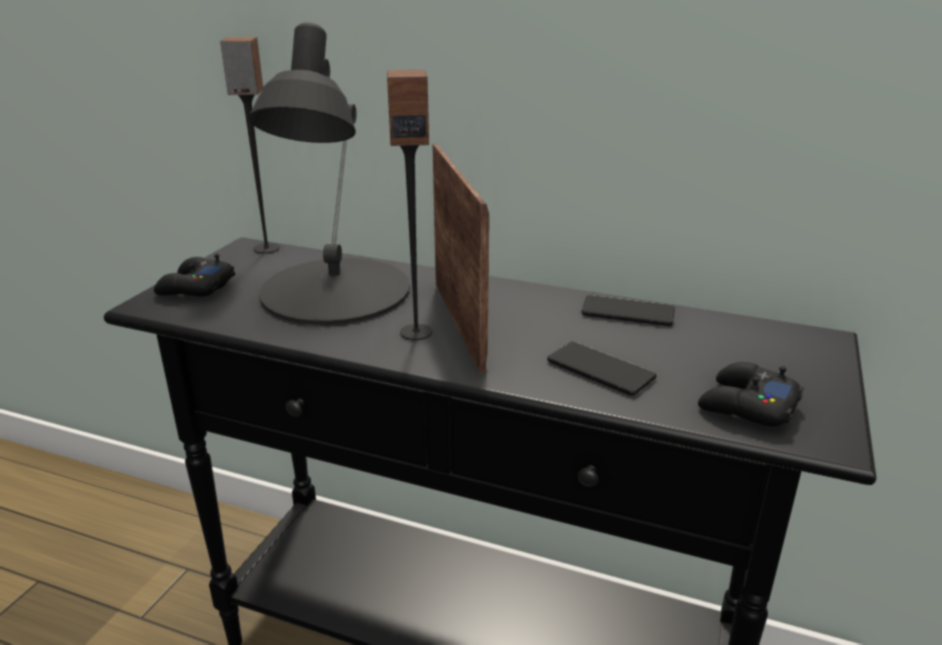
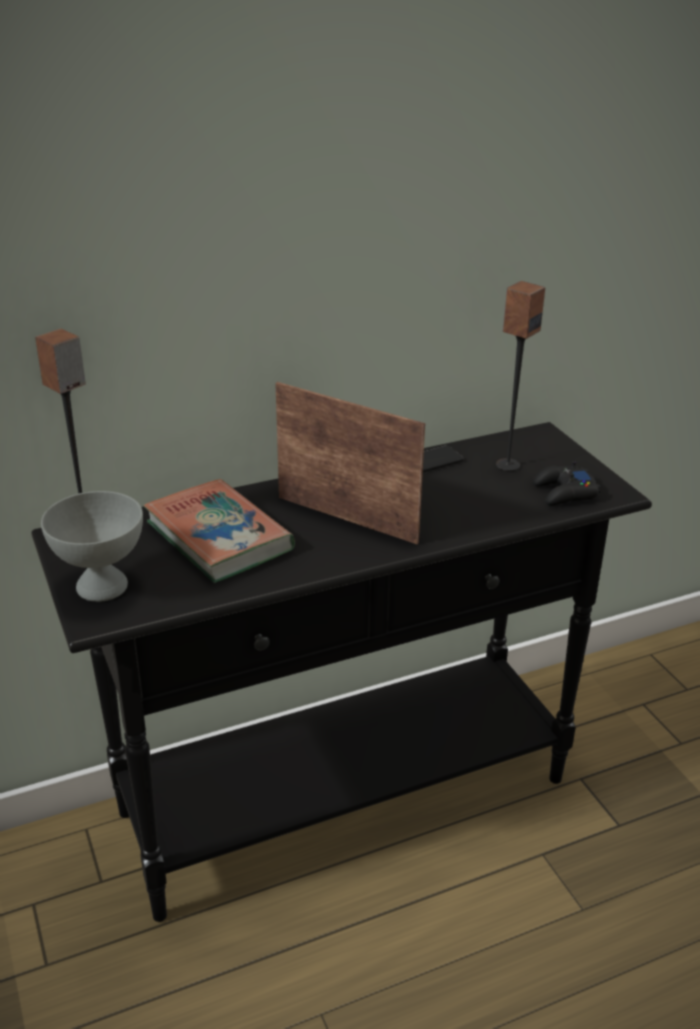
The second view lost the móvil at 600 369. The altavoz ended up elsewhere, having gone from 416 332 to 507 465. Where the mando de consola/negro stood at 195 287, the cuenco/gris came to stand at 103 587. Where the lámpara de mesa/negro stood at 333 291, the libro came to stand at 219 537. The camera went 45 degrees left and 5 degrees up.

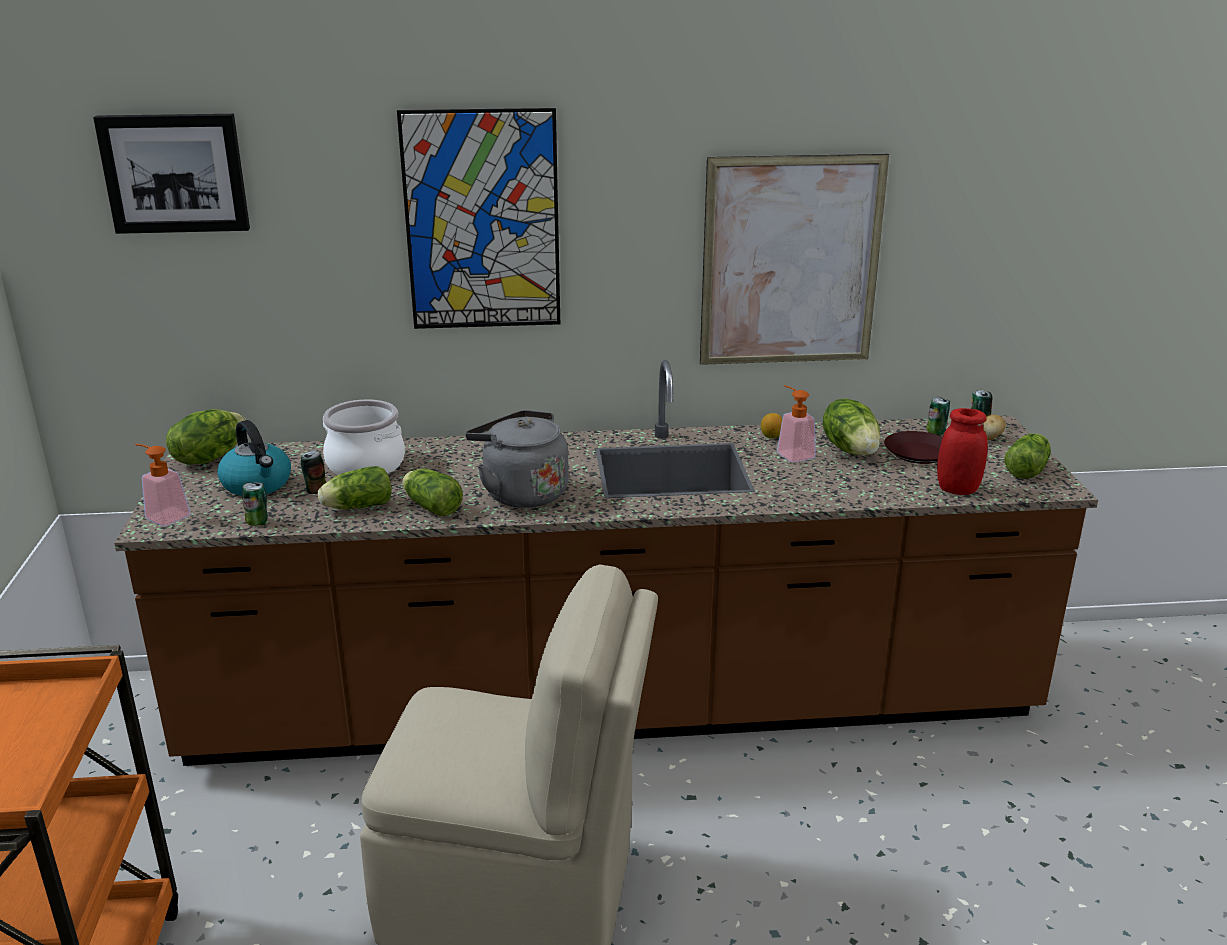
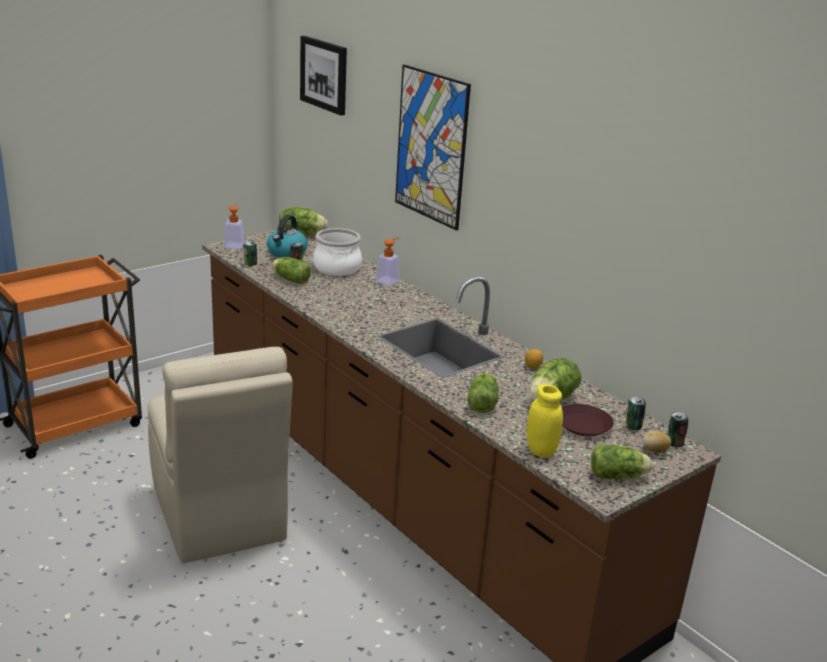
The second view lost the hervidor/gris at 521 493. The second view lost the cuadro at 790 262. The lechuga ended up elsewhere, having gone from 430 506 to 482 402. The dispensador de jabón ended up elsewhere, having gone from 792 453 to 389 280. What was the tarro/rojo at 957 489 turned into the tarro/amarillo at 540 450. The camera went 55 degrees right and 0 degrees up.

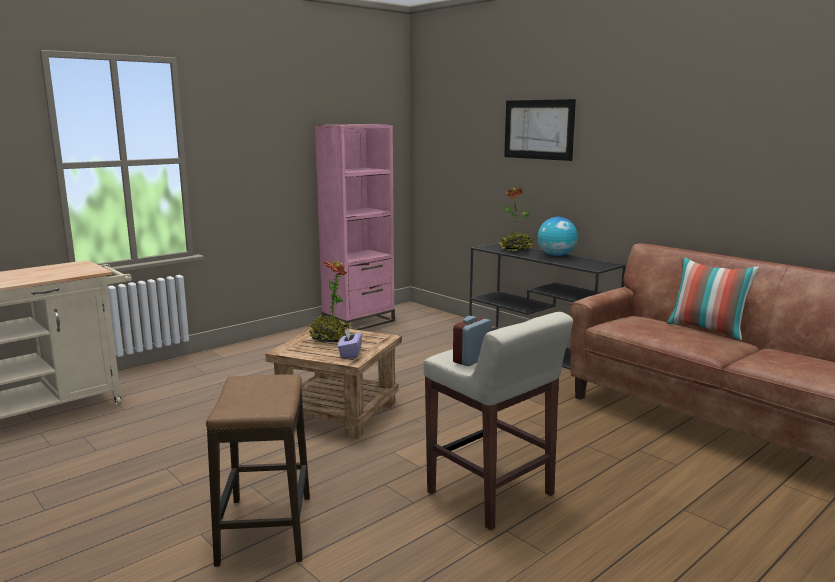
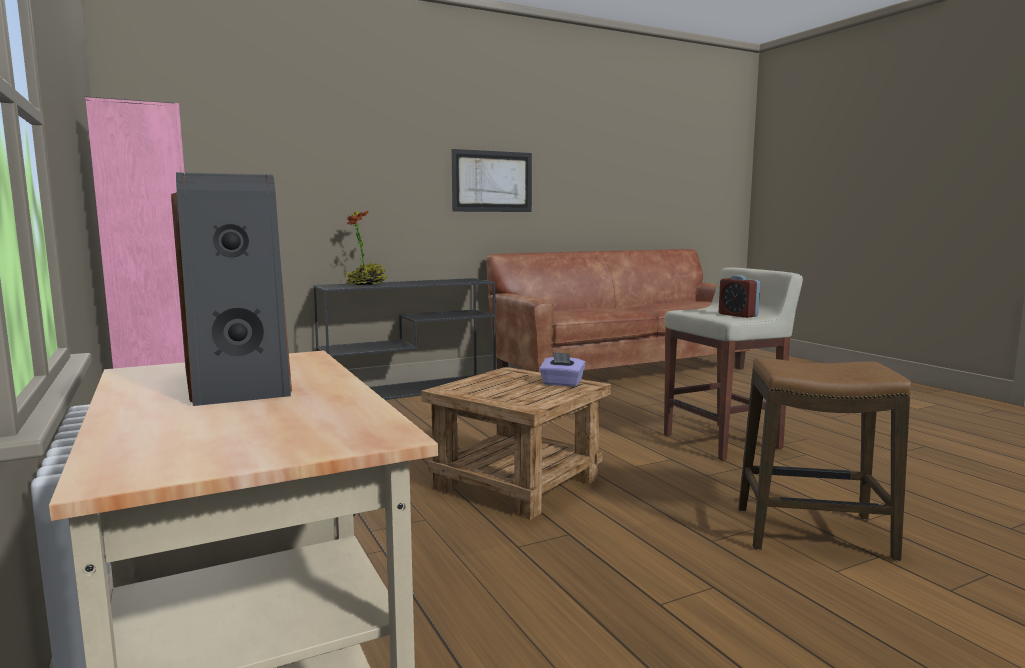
The second view lost the planta en maceta at 330 339. The second view lost the globo terráqueo at 556 255. The second view lost the cojín at 707 330. The second view gained the altavoz at 239 381. The cuadro ended up elsewhere, having gone from 538 129 to 492 181. The camera went 75 degrees left and 5 degrees down.

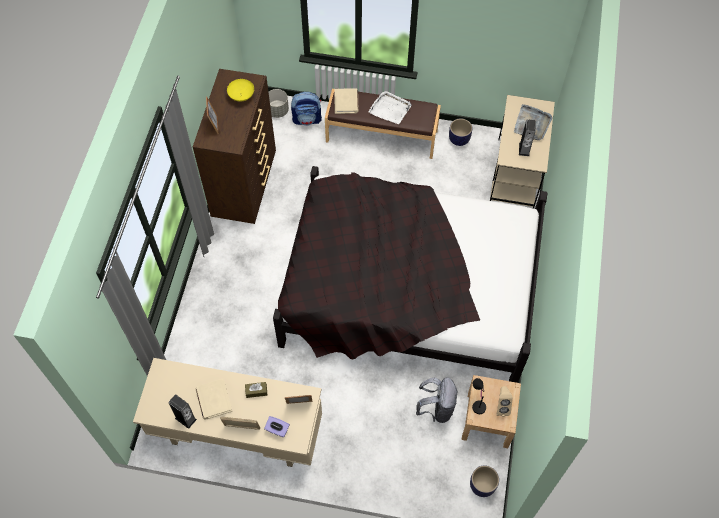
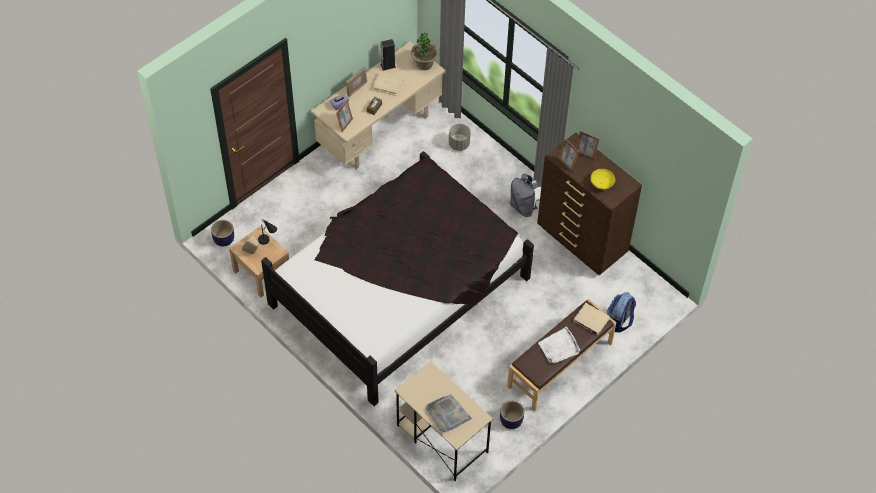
The second view lost the altavoz at 524 149. The second view gained the planta en maceta at 424 64. The second view gained the portarretratos at 567 163. The maceta/gris ended up elsewhere, having gone from 277 111 to 459 144. The mochila/gris ended up elsewhere, having gone from 436 408 to 524 207. The camera went 125 degrees right and 5 degrees down.

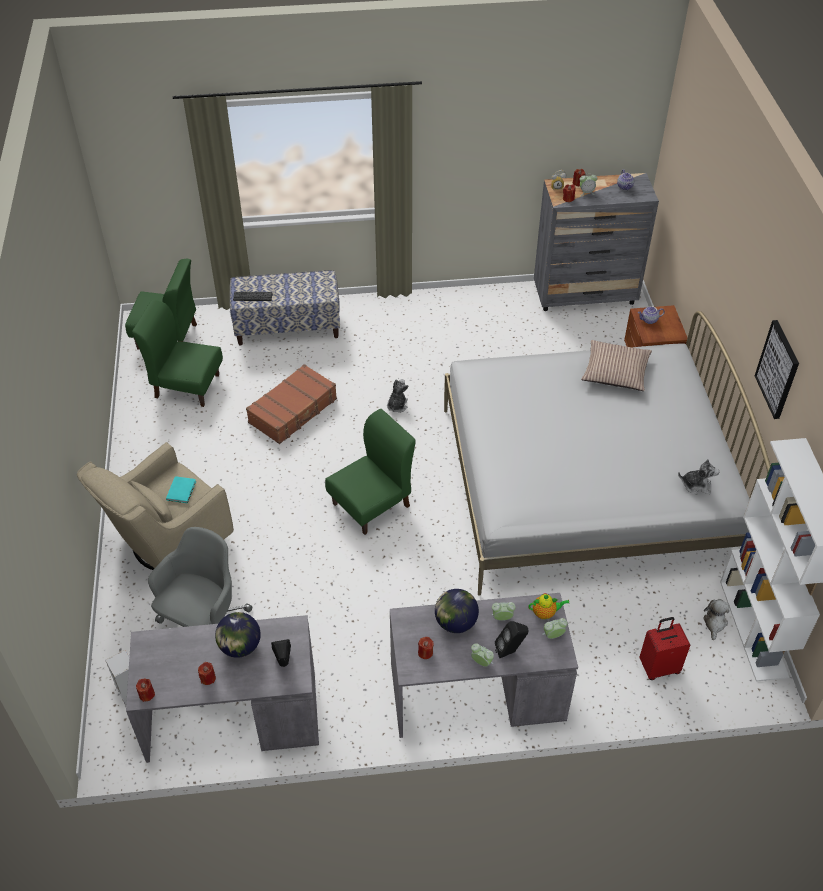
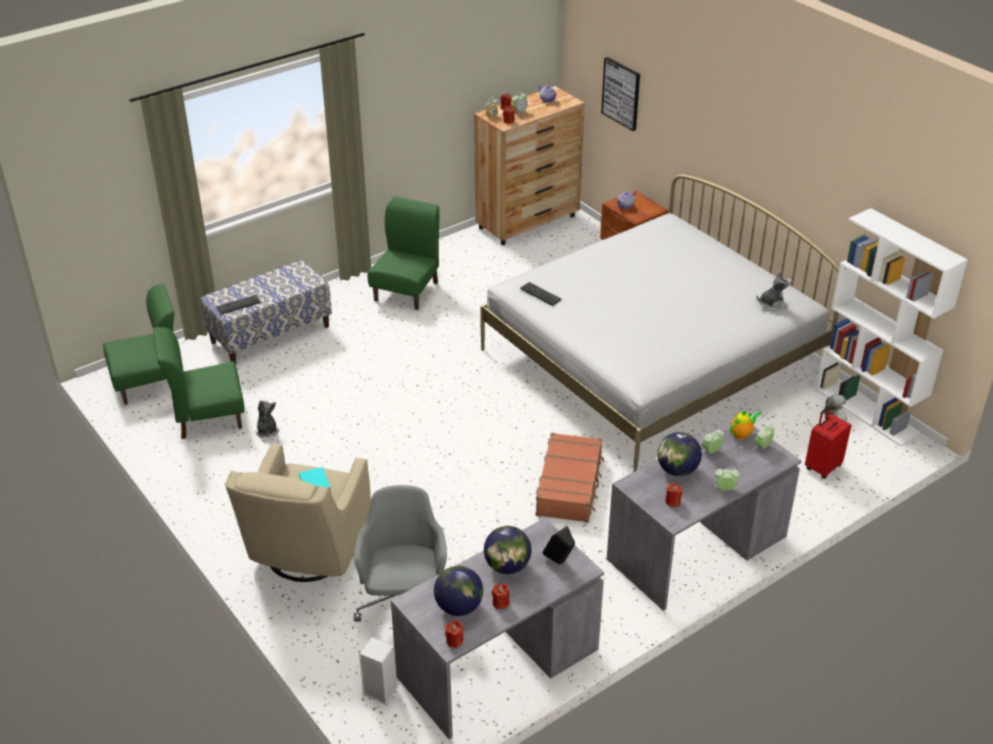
The second view lost the altavoz/negro at 510 651. The second view lost the cojín at 615 372. The second view gained the globo terráqueo at 459 607. The second view gained the teclado at 540 294. The maleta/marrón ended up elsewhere, having gone from 293 411 to 569 486. The silla/verde ended up elsewhere, having gone from 372 505 to 407 291. The peluche ended up elsewhere, having gone from 397 405 to 267 431. The cuadro ended up elsewhere, having gone from 778 369 to 621 93. What was the cómoda/gris at 585 295 turned into the cómoda/marrón at 528 222. The camera went 30 degrees left and 10 degrees down.

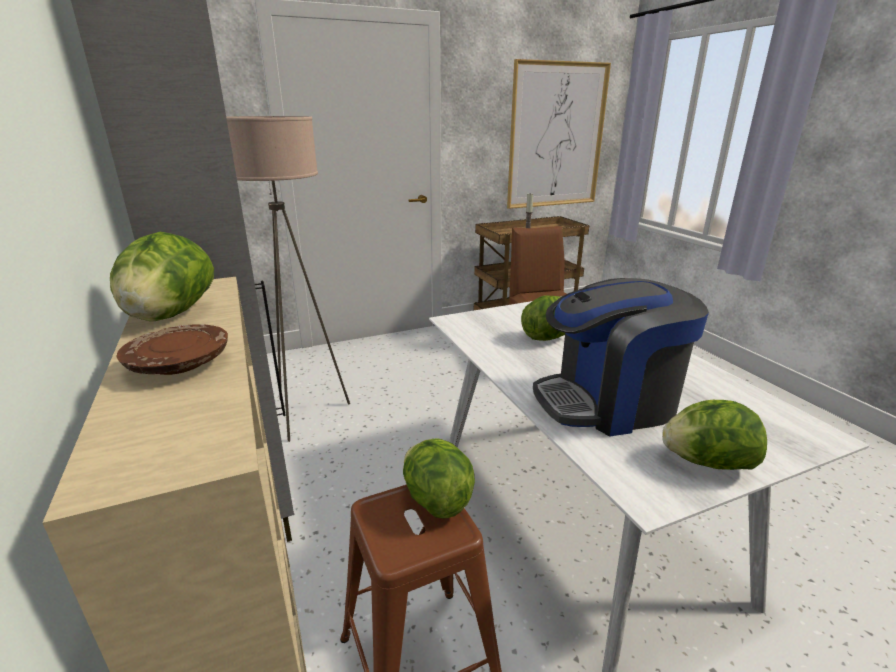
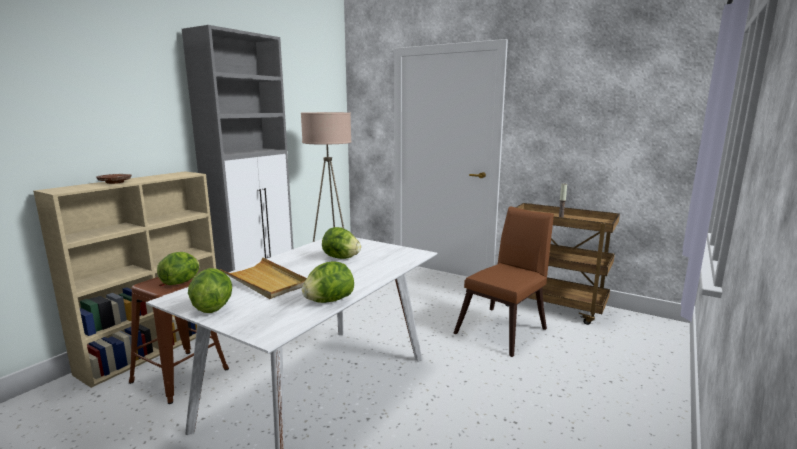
The second view lost the cuadro at 556 136. The lechuga ended up elsewhere, having gone from 170 315 to 329 301. Where the cafetera stood at 608 402, the bandeja/beis came to stand at 265 281. The camera went 55 degrees right and 10 degrees down.

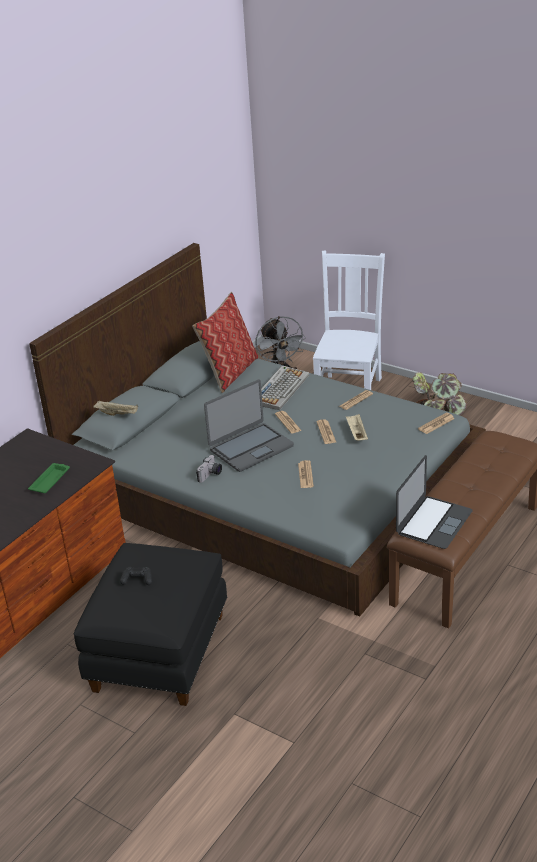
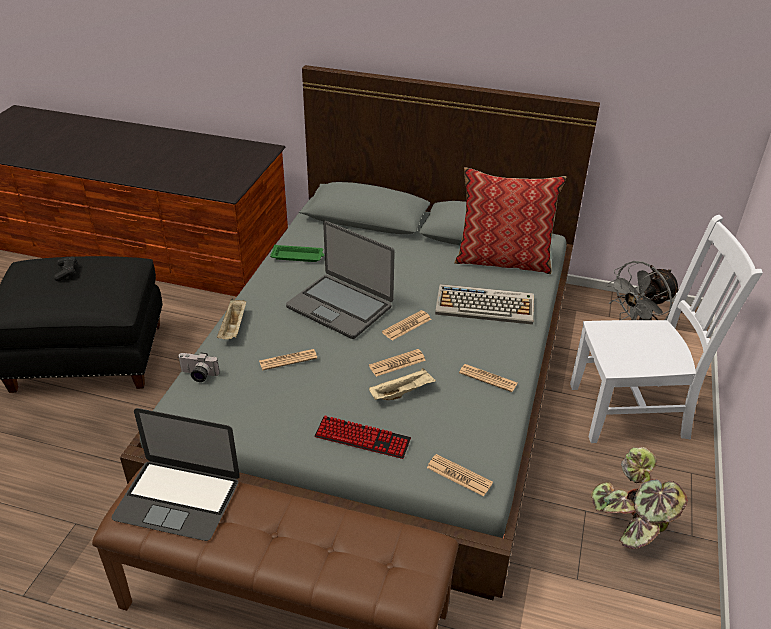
The second view gained the teclado at 362 438. The bandeja/verde ended up elsewhere, having gone from 50 480 to 298 256. The bandeja/beis ended up elsewhere, having gone from 118 414 to 233 328. The cámara ended up elsewhere, having gone from 211 475 to 198 375. The camera went 70 degrees right and 5 degrees up.

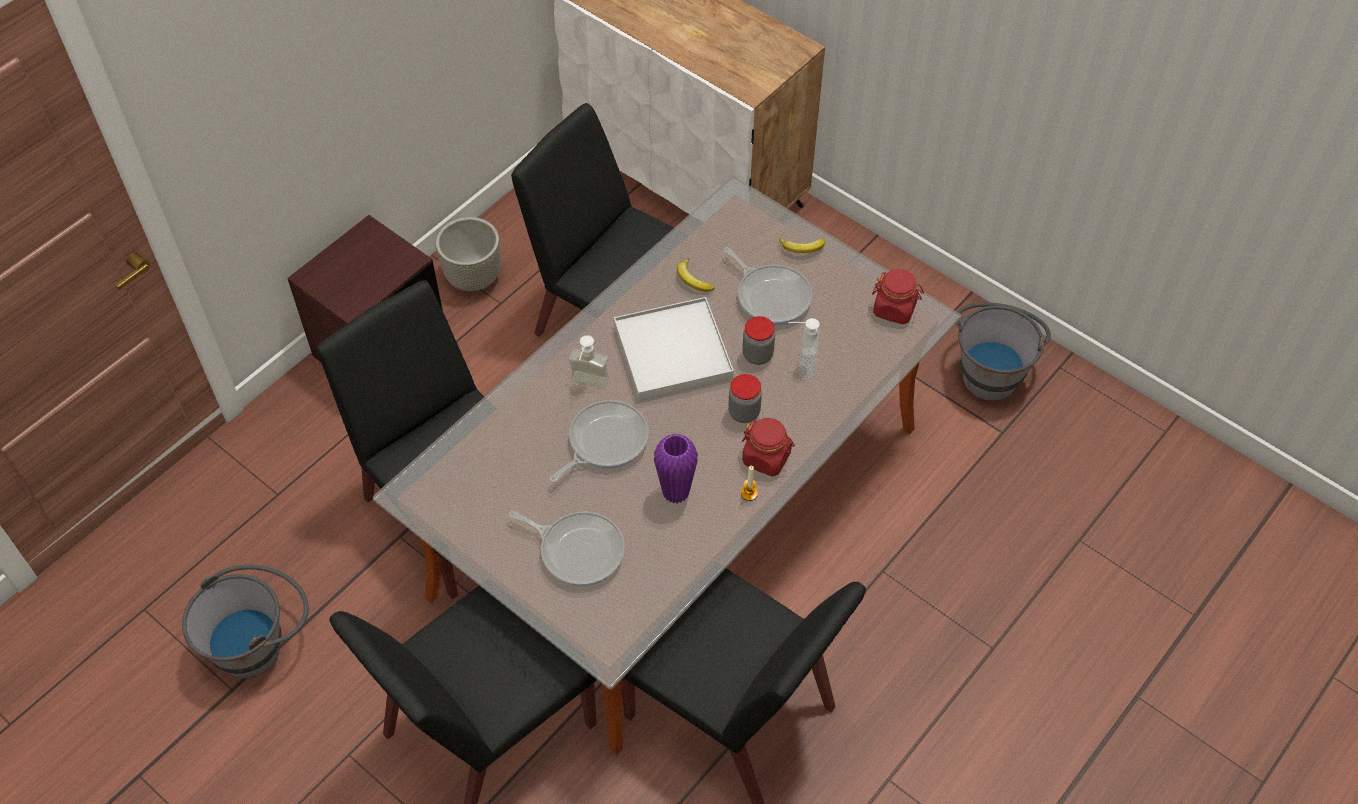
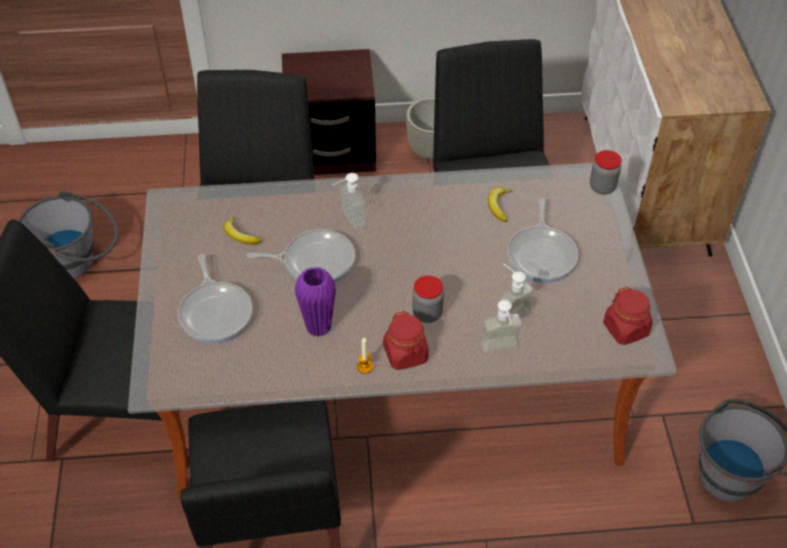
The second view lost the bandeja/blanco at 673 352. The second view gained the dispensador de jabón at 501 350. The tarro ended up elsewhere, having gone from 757 355 to 602 187. The plátano ended up elsewhere, having gone from 802 248 to 240 236. The camera went 45 degrees right and 5 degrees down.

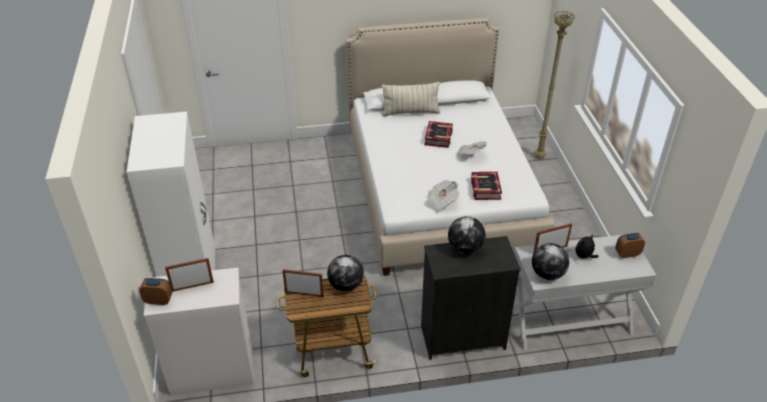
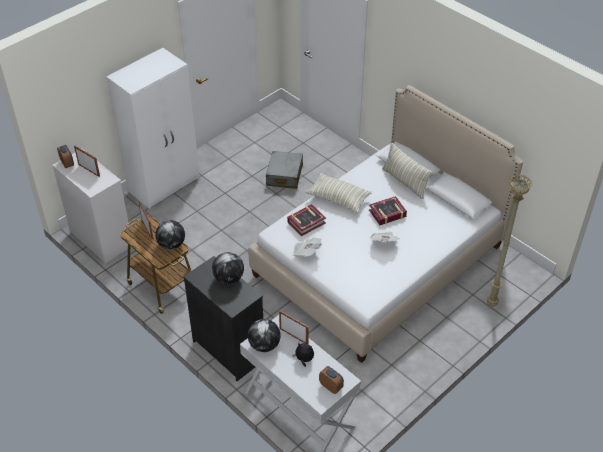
The second view gained the maleta/gris at 284 175. The second view gained the cojín at 338 198. The libro ended up elsewhere, having gone from 485 189 to 306 222. The camera went 55 degrees right and 5 degrees up.

